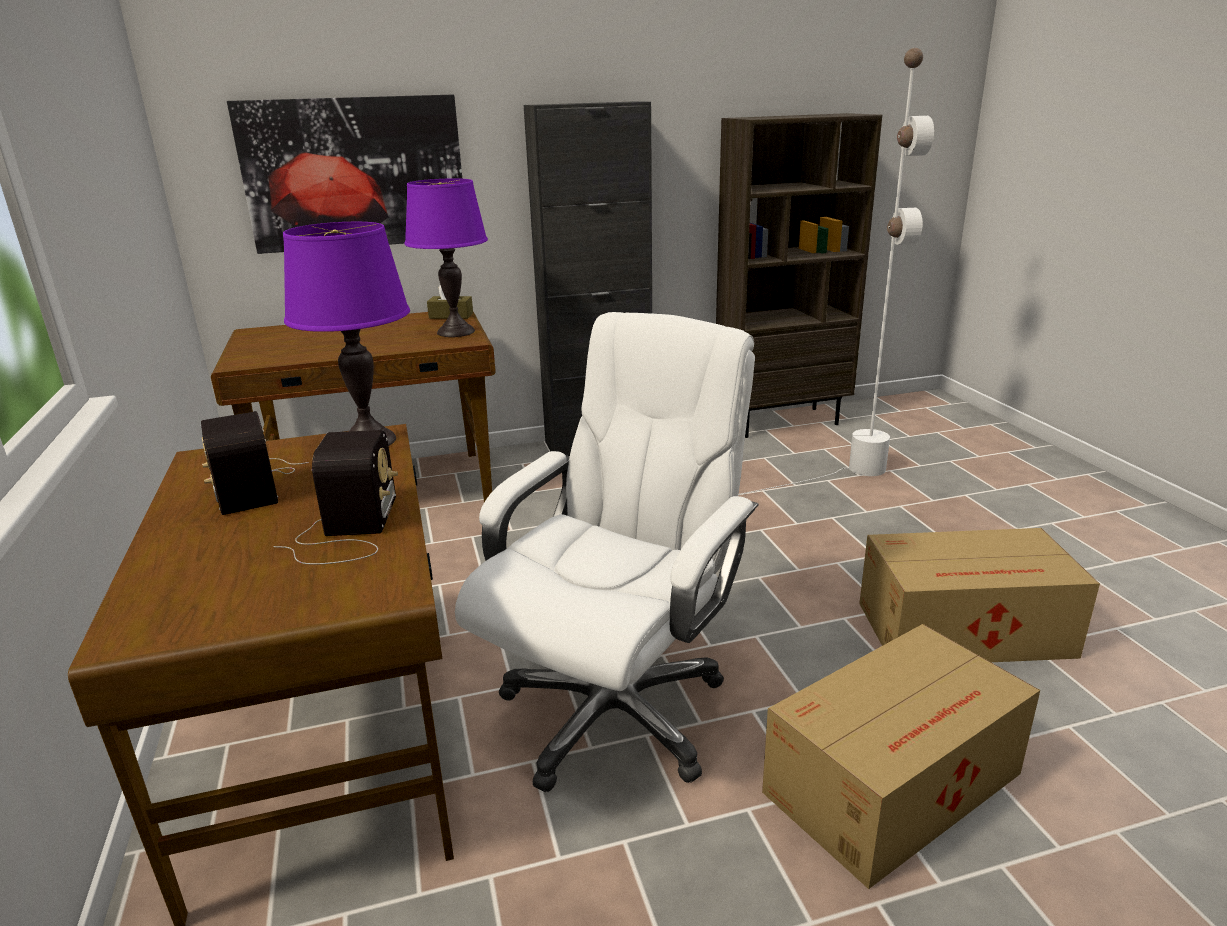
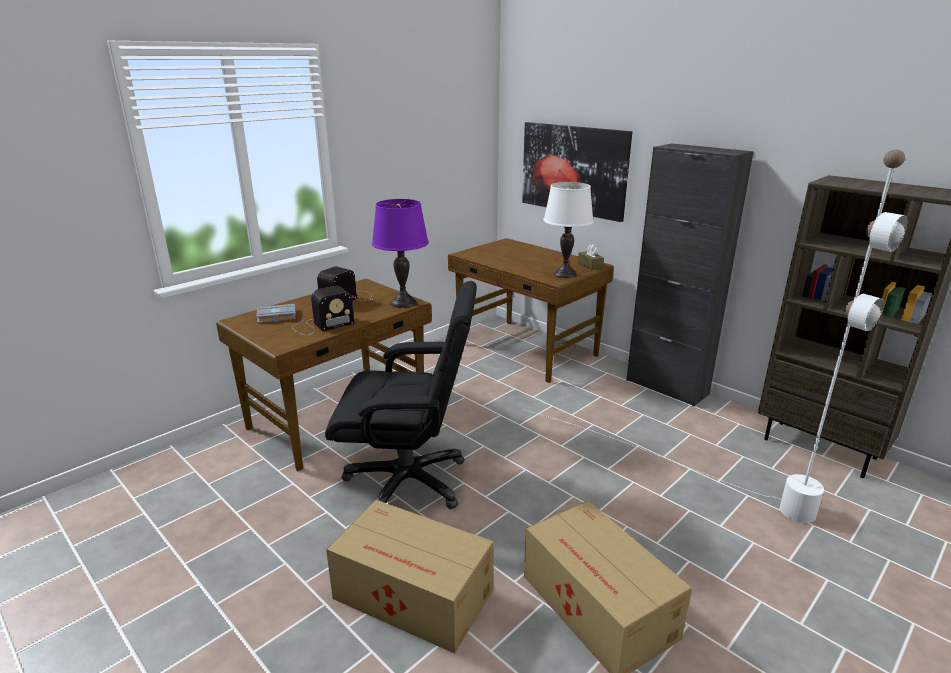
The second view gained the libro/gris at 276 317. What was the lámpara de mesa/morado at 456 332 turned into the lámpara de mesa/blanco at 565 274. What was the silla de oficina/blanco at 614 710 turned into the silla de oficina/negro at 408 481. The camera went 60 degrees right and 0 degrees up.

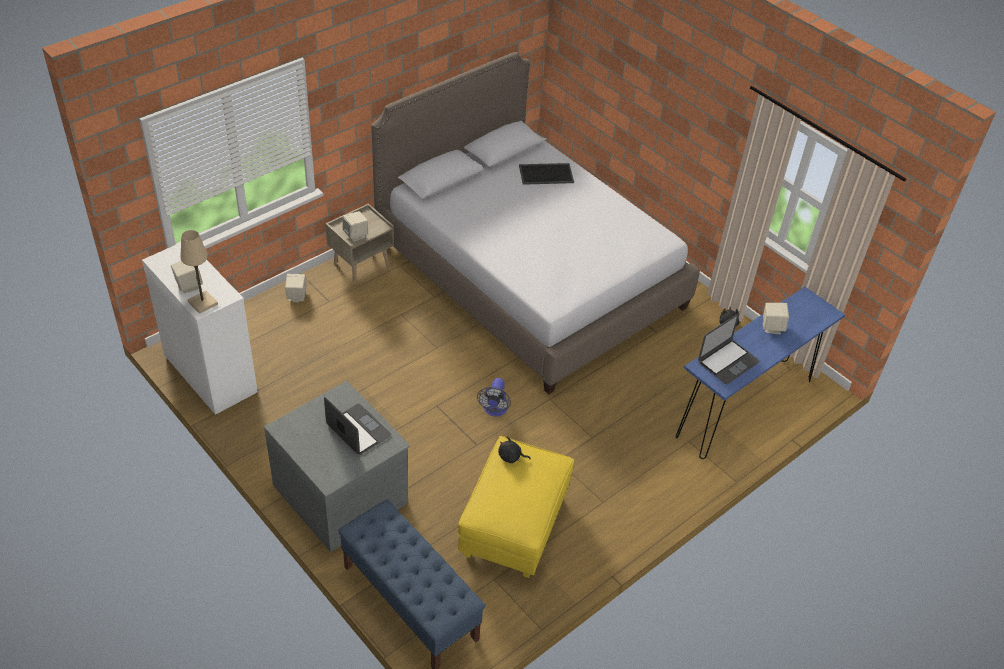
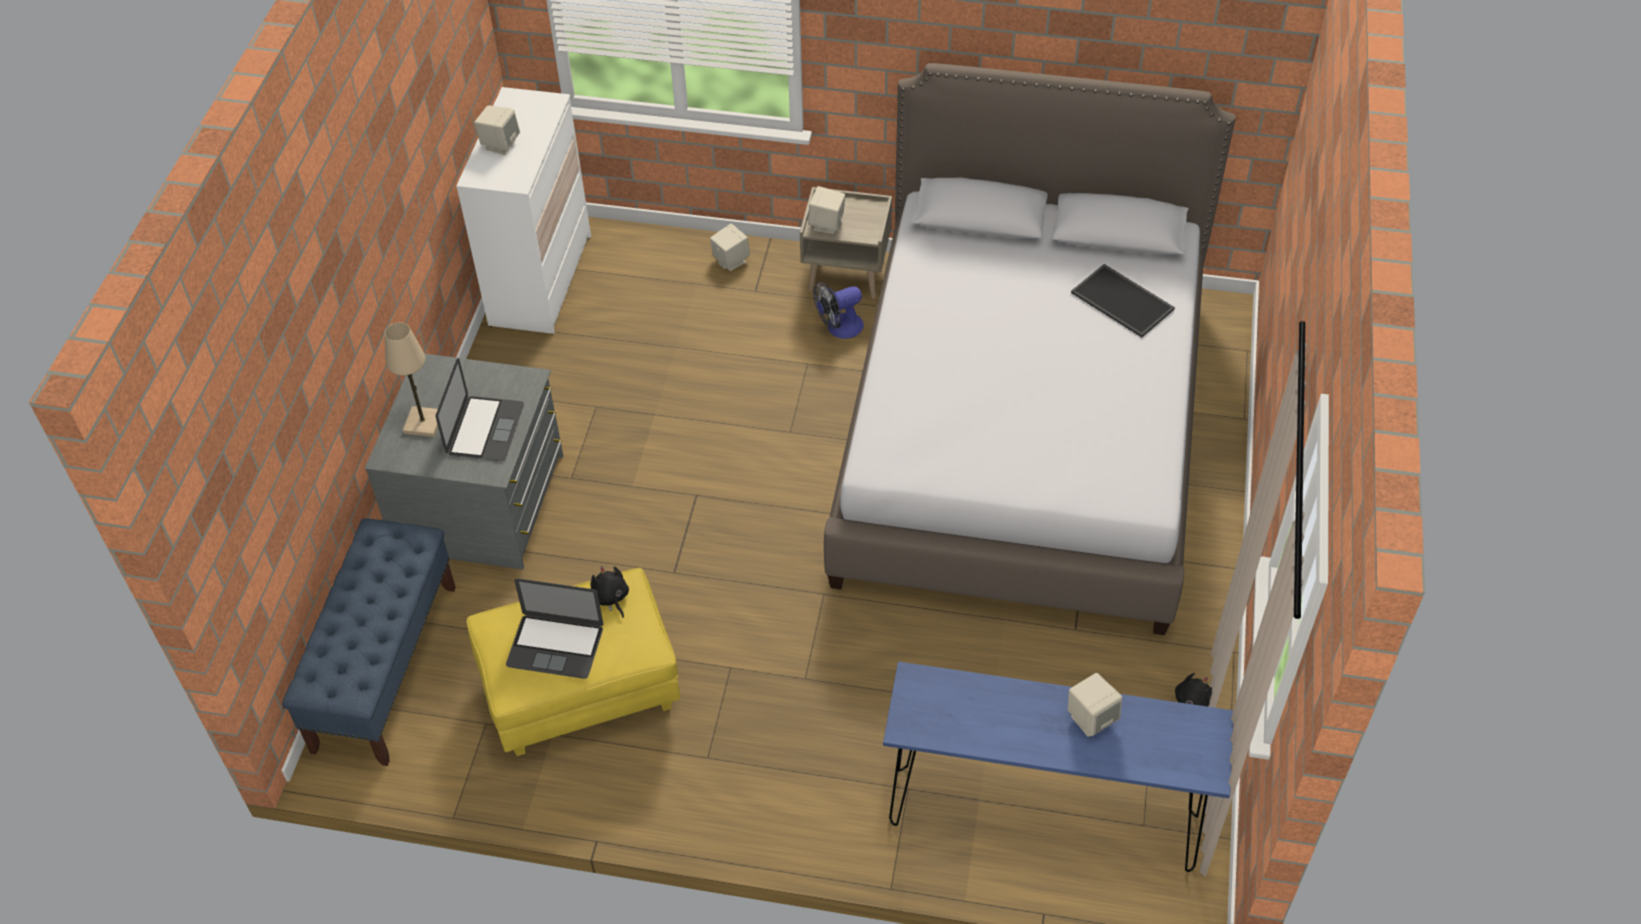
The lámpara de mesa/beis ended up elsewhere, having gone from 202 303 to 423 423. The ventilador ended up elsewhere, having gone from 494 410 to 839 328. The portátil ended up elsewhere, having gone from 728 361 to 555 646. The camera went 55 degrees right and 5 degrees up.

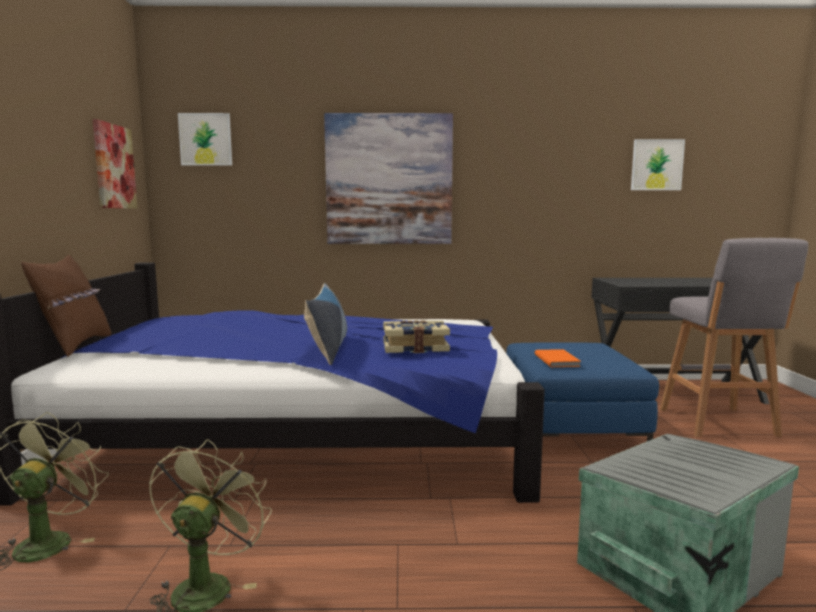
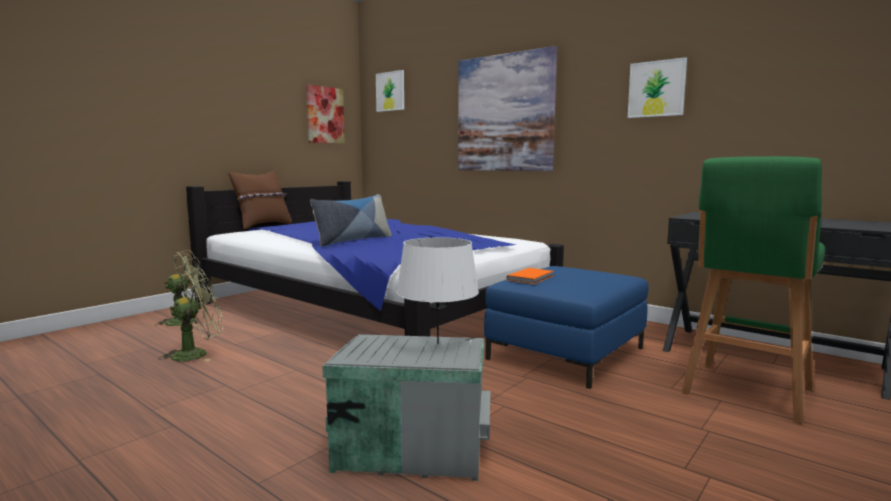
The second view lost the libro at 415 347. The second view gained the lámpara de mesa/blanco at 437 343. The cuadro ended up elsewhere, having gone from 657 165 to 656 89. What was the taburete/gris at 719 423 turned into the taburete/verde at 746 393. The camera went 40 degrees right and 0 degrees up.

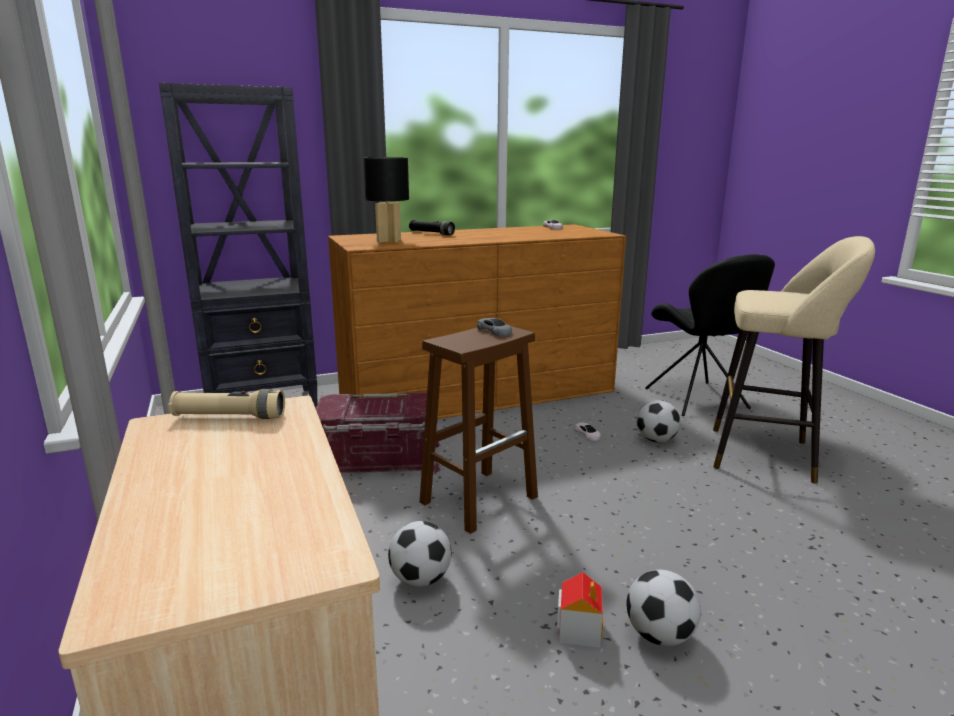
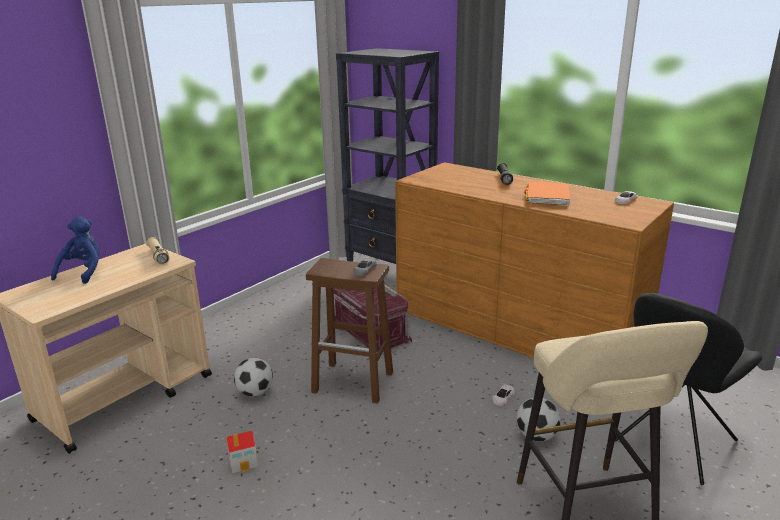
The second view lost the lámpara de mesa/negro at 389 241. The second view lost the balón de fútbol at 659 635. The second view gained the peluche/azul at 83 272. The second view gained the libro/naranja at 547 196. The camera went 60 degrees right and 5 degrees up.

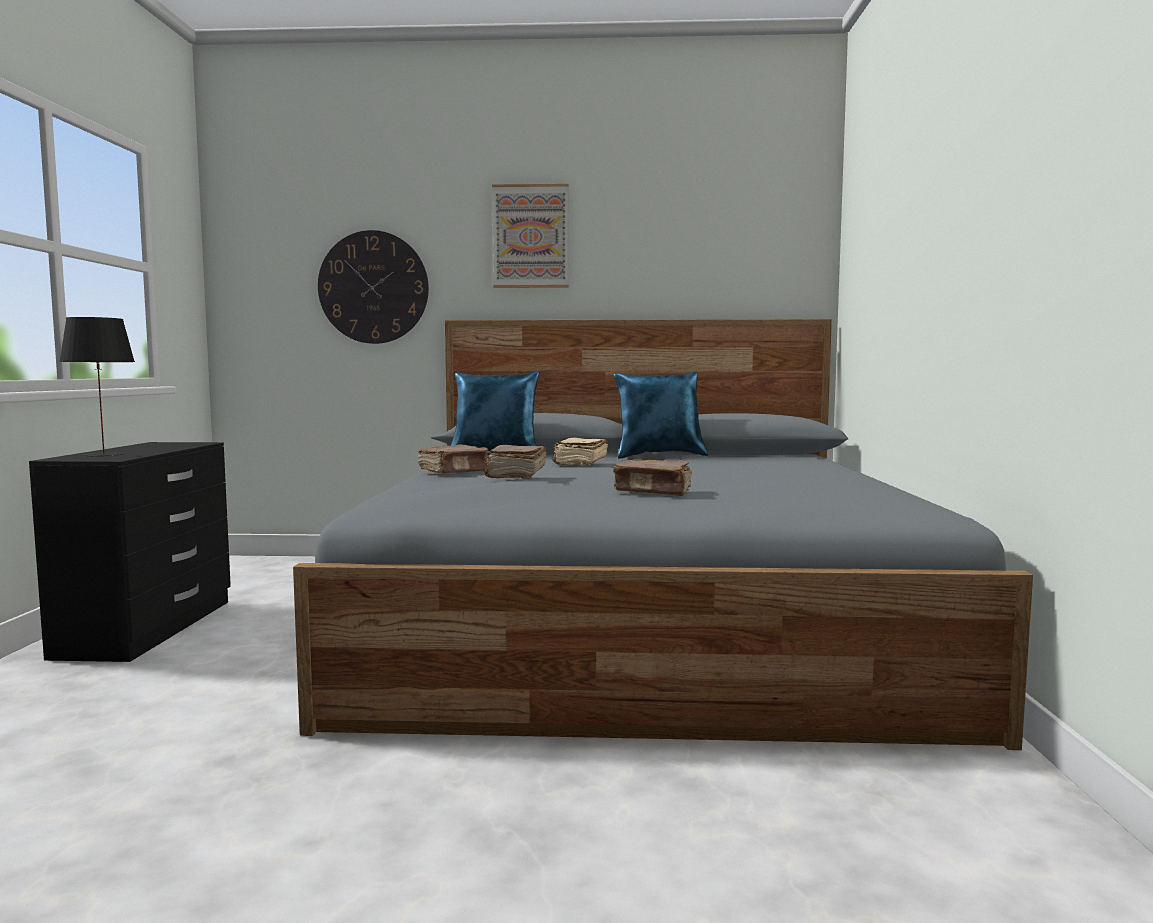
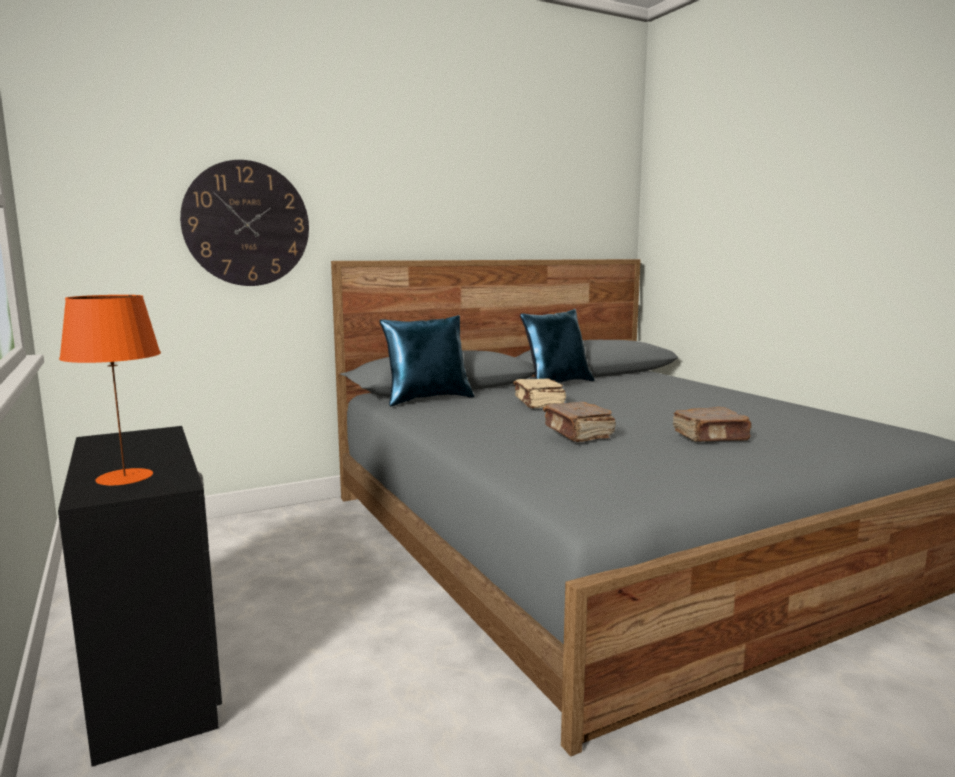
The second view lost the libro/marrón at 455 472. The second view lost the cuadro at 530 236. What was the lámpara de mesa/negro at 103 454 turned into the lámpara de mesa/naranja at 123 477. The camera went 30 degrees left and 5 degrees up.

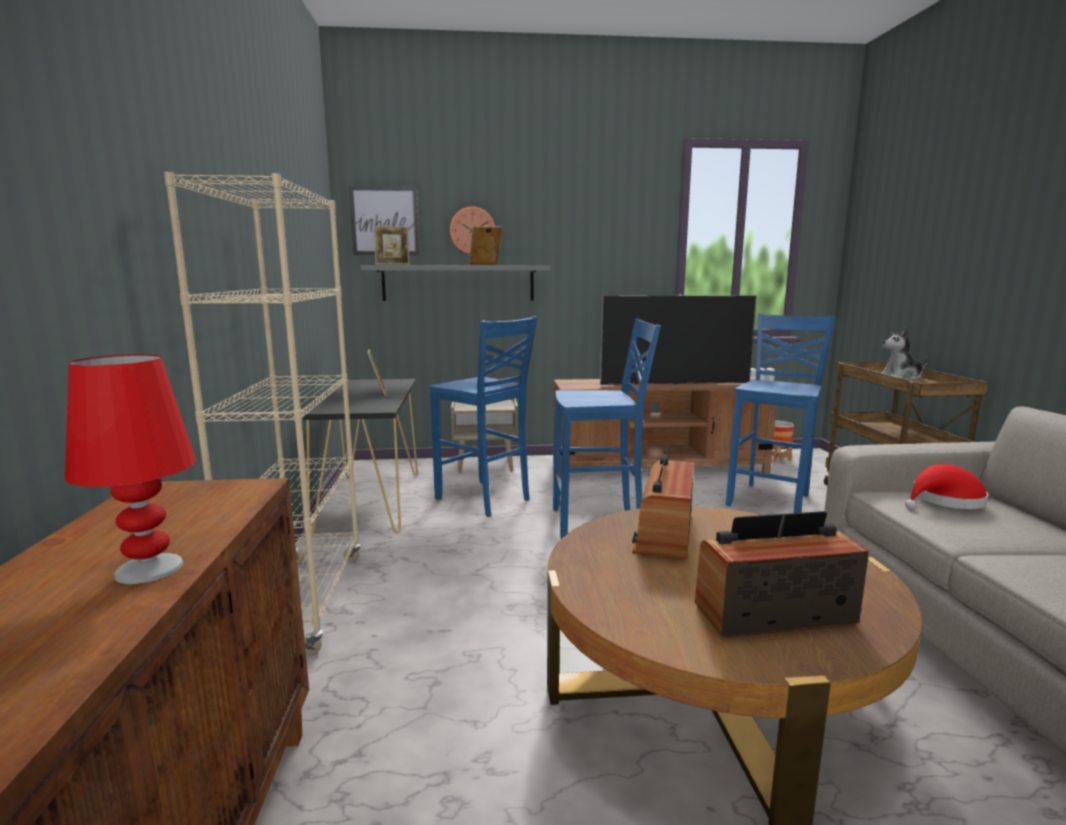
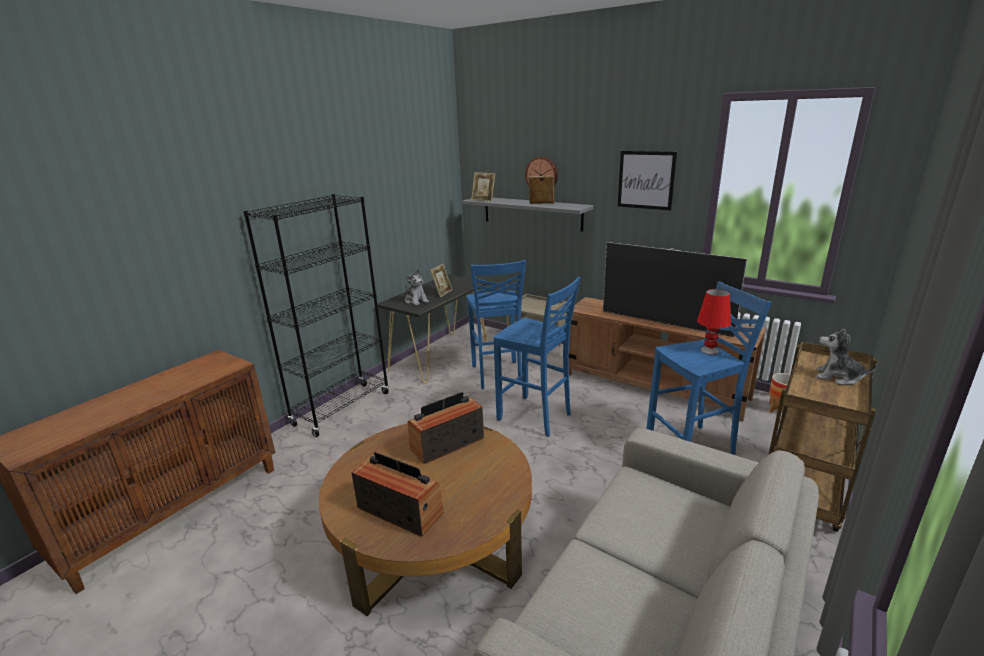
The second view lost the sombrero/rojo at 944 501. The second view gained the peluche at 416 301. The lámpara de mesa/rojo ended up elsewhere, having gone from 150 569 to 709 350. The cuadro ended up elsewhere, having gone from 385 221 to 646 180. What was the estantería/beis at 302 602 turned into the estantería/negro at 342 409. The camera went 40 degrees right and 10 degrees up.

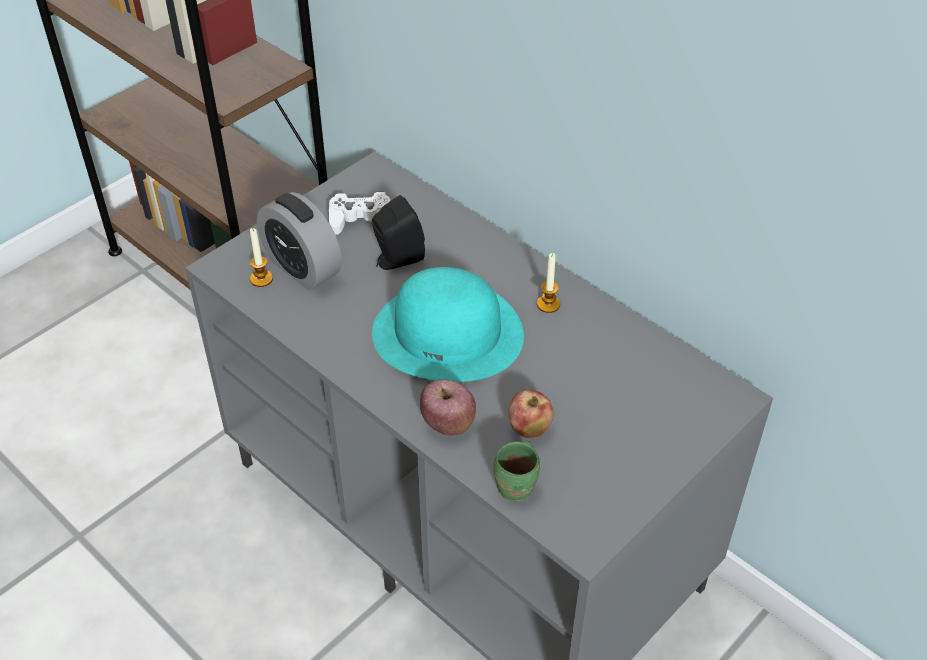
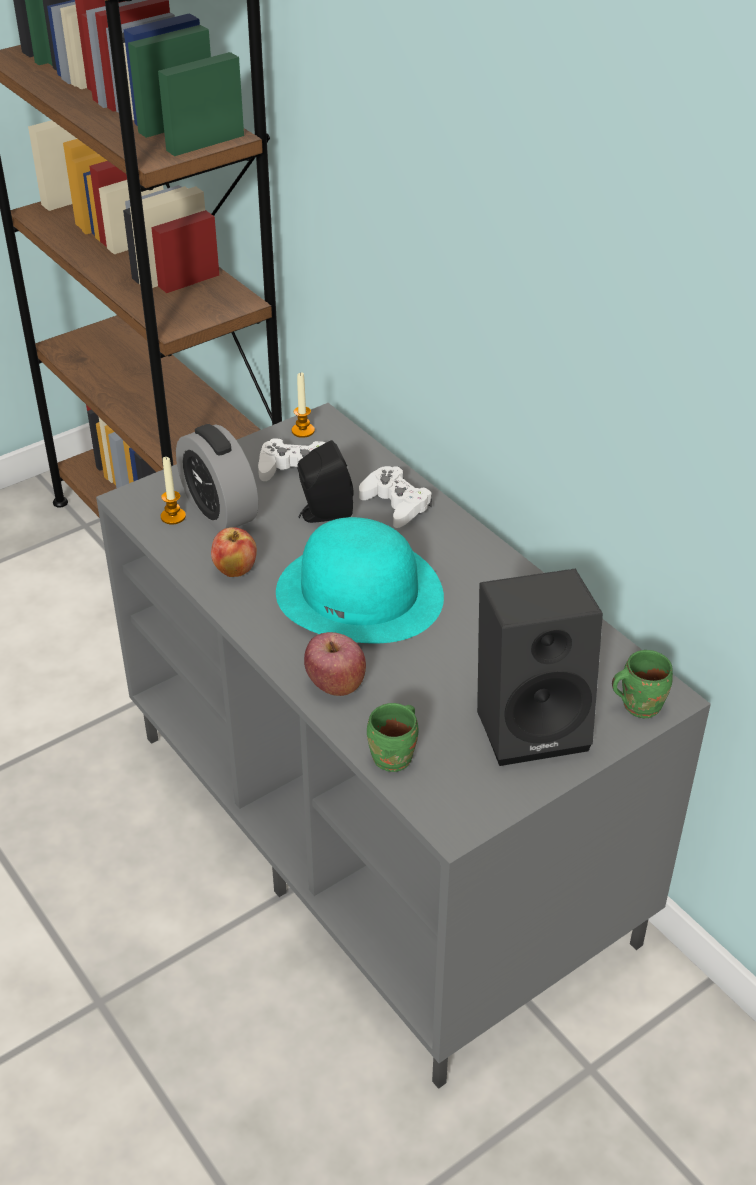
The second view gained the mando de consola/blanco at 395 504. The second view gained the altavoz/negro at 532 723. The second view gained the taza grande/verde at 638 704. The manzana ended up elsewhere, having gone from 529 429 to 235 570. The vela ended up elsewhere, having gone from 548 304 to 303 431. The camera went 10 degrees right and 5 degrees down.

